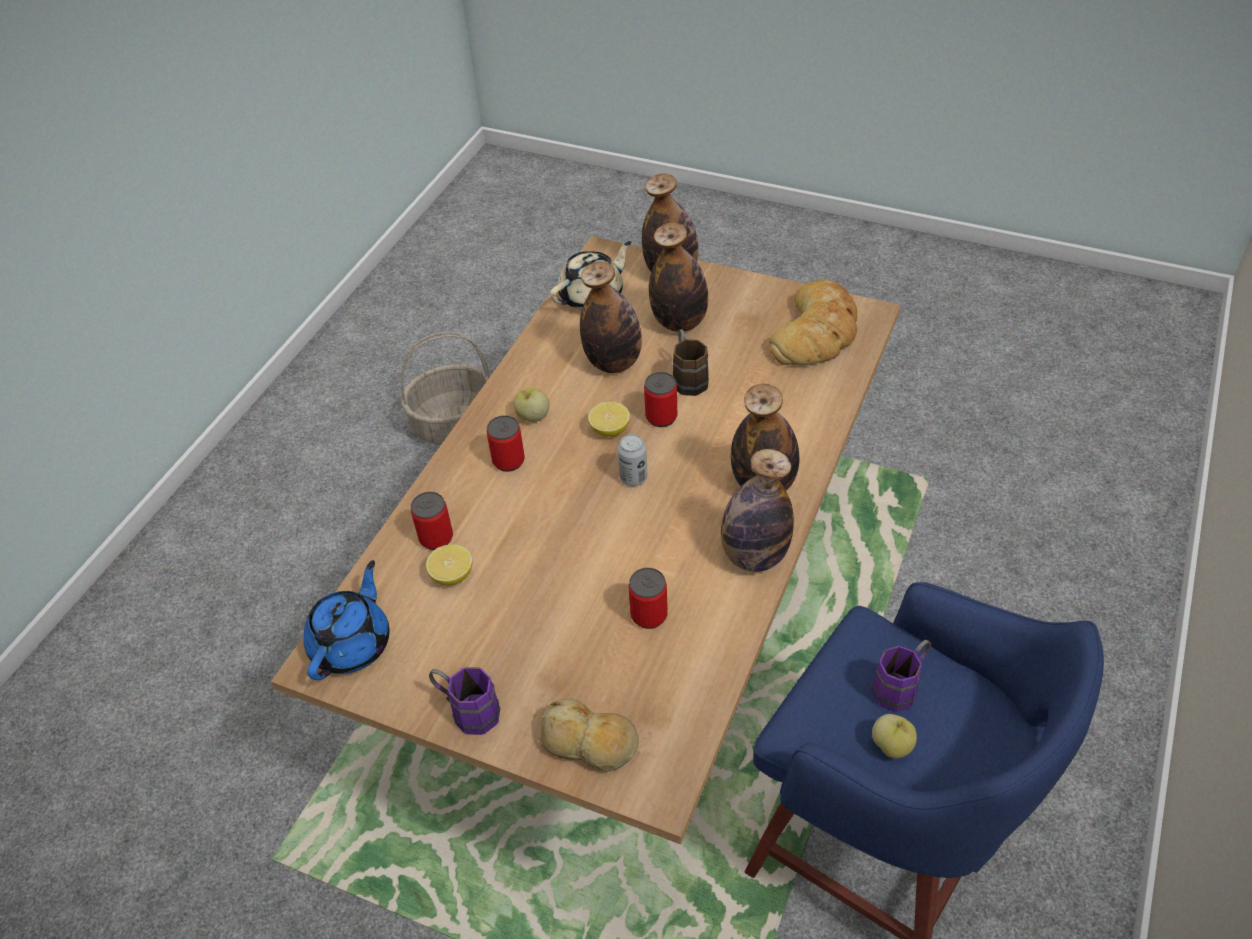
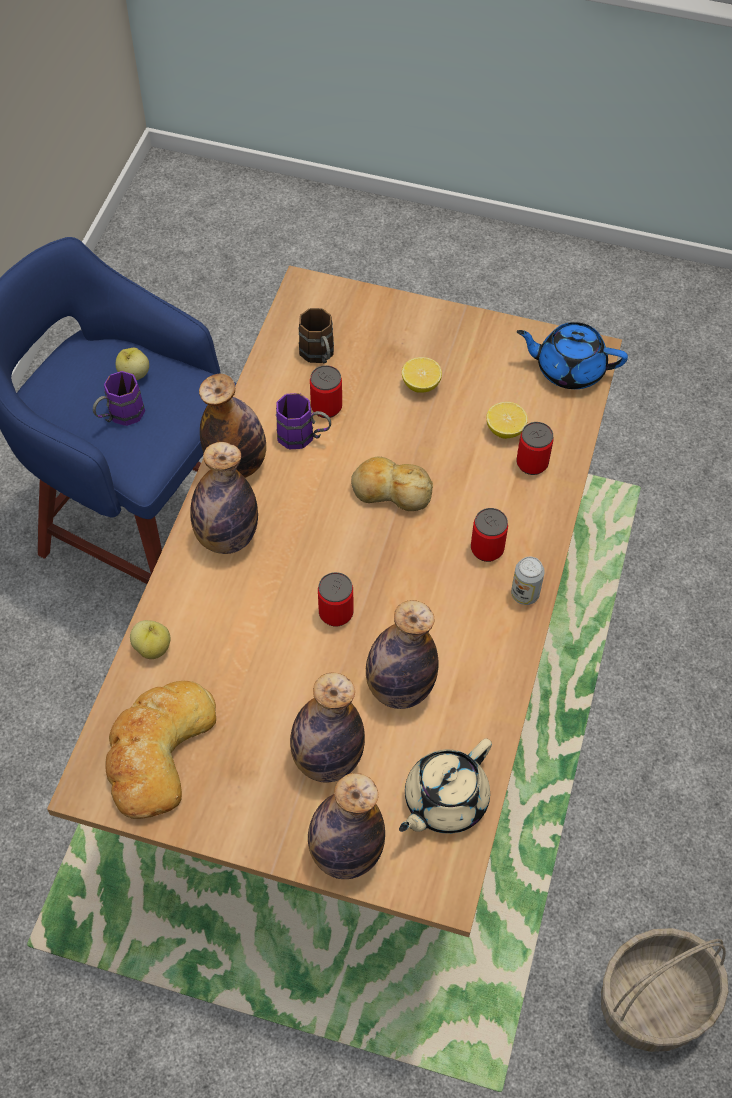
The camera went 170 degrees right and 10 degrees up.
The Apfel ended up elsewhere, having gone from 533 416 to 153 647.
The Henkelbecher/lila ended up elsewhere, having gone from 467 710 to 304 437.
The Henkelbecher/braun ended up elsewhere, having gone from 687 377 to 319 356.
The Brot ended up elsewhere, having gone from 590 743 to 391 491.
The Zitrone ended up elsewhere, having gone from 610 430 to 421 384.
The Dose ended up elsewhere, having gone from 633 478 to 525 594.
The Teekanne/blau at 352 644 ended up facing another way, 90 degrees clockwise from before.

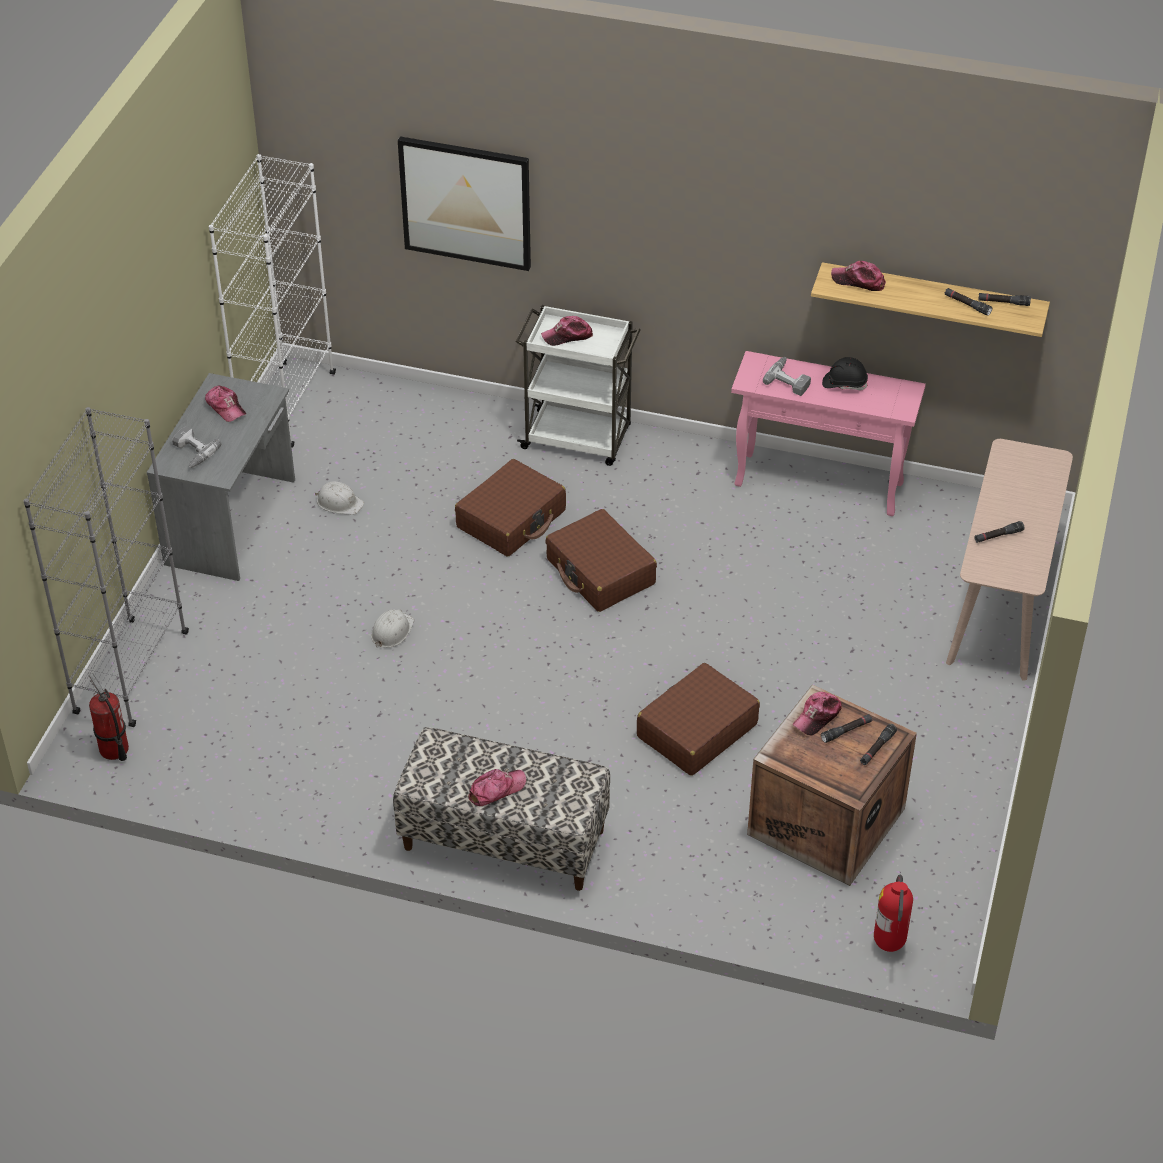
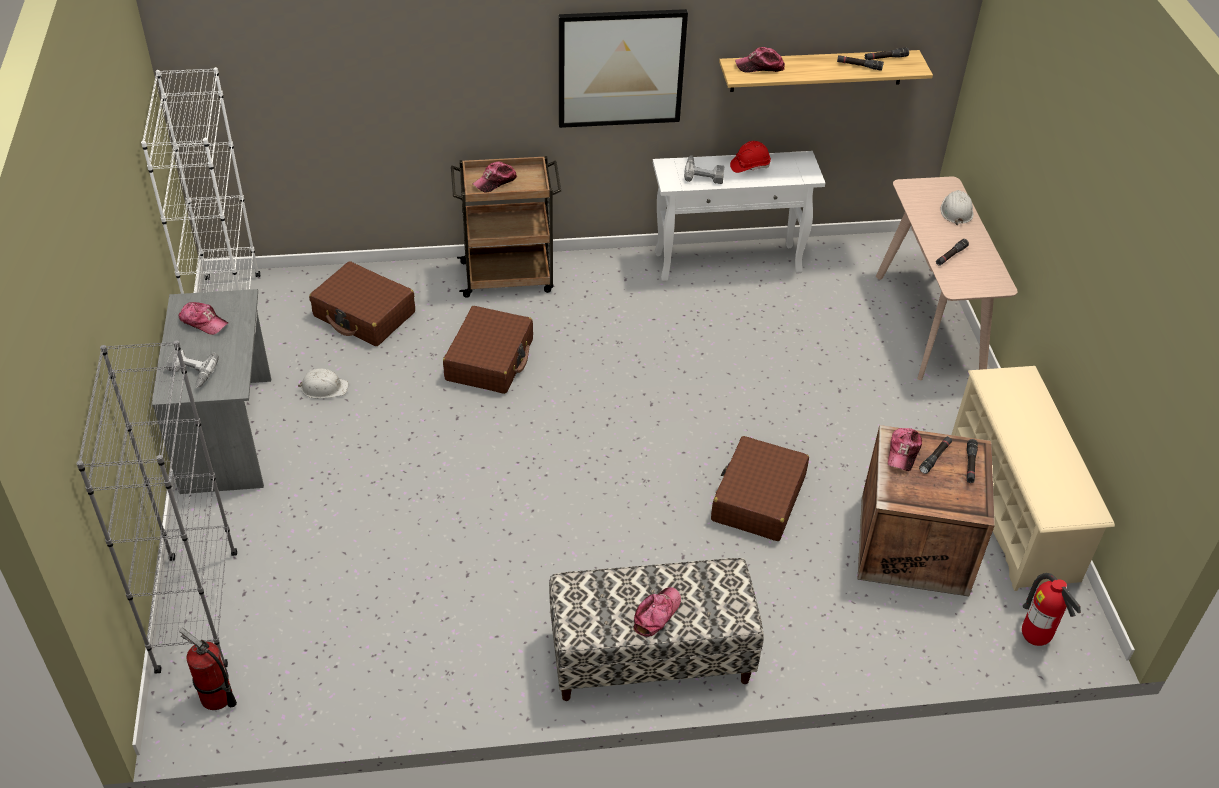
The camera went 25 degrees left and 0 degrees up.
The Koffer/braun ended up elsewhere, having gone from 600 572 to 364 315.
What was the Rollwagen/weiß at 578 438 turned into the Rollwagen/braun at 509 277.
The Bild ended up elsewhere, having gone from 466 202 to 620 68.
What was the Konsolentisch/rosa at 820 484 turned into the Konsolentisch/weiß at 728 263.
What was the Schutzhelm/schwarz at 844 384 turned into the Schutzhelm/rot at 749 166.
The Schutzhelm/weiß ended up elsewhere, having gone from 392 631 to 956 211.
The second view gained the Schuhregal/beige at 1014 508.

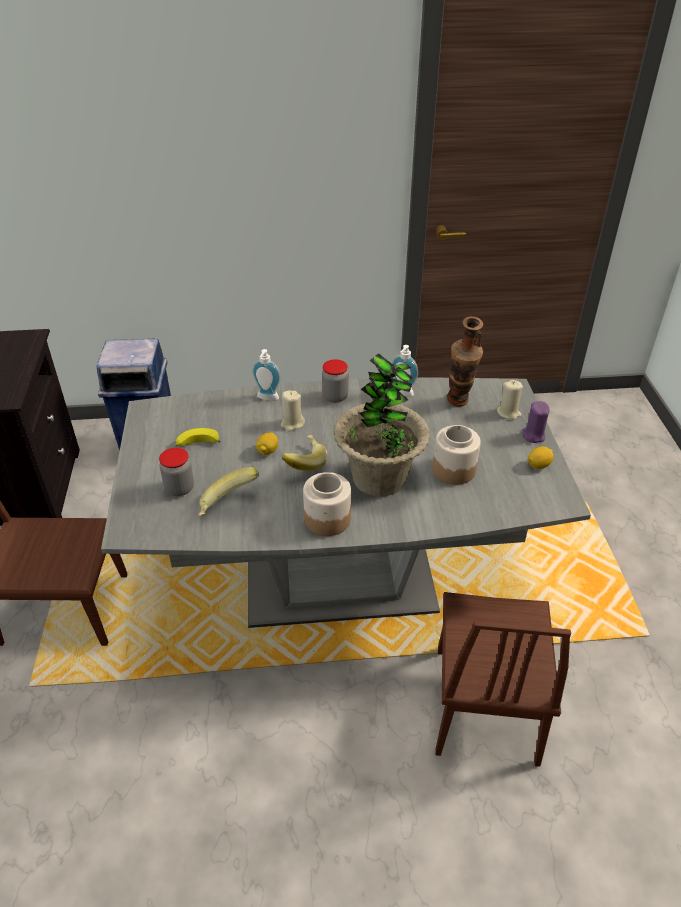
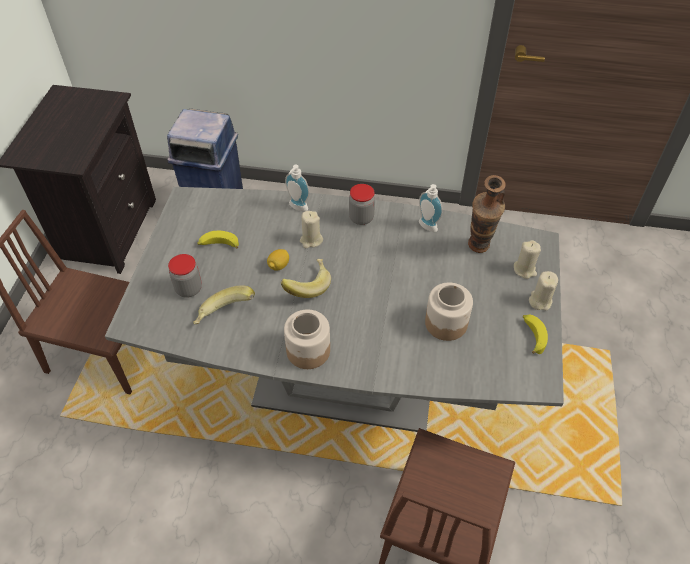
The camera went 15 degrees right and 10 degrees up.
Where the Zitrone stood at 538 465, the Banane came to stand at 532 336.
What was the Kerze/lila at 533 435 turned into the Kerze/beige at 540 301.
The second view lost the Topfpflanze at 379 478.

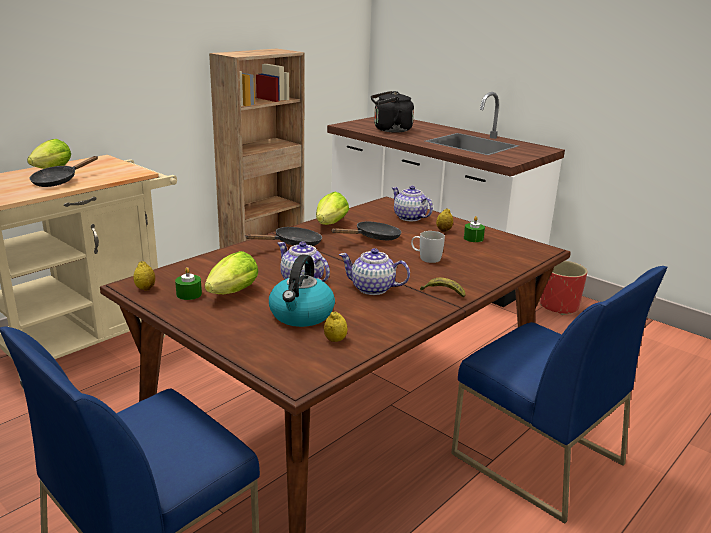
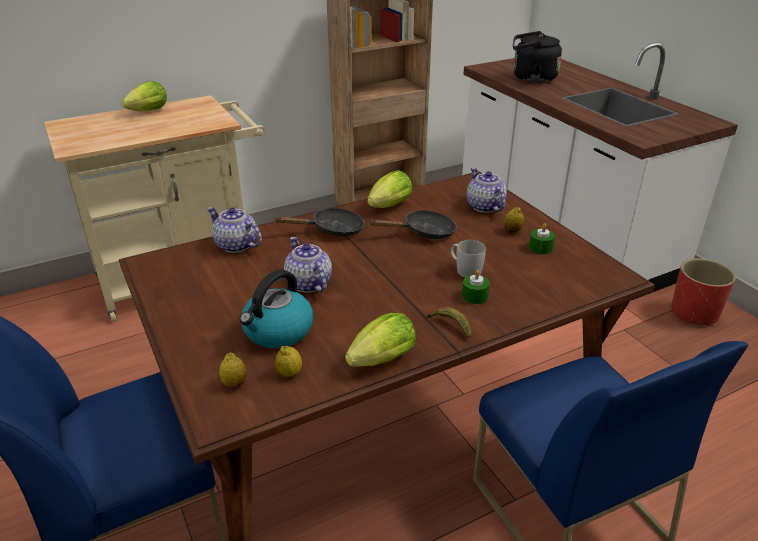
The camera went 20 degrees right and 10 degrees up.
The Teekanne ended up elsewhere, having gone from 373 289 to 236 245.
The Zitrone ended up elsewhere, having gone from 145 288 to 234 383.
The Salatkopf ended up elsewhere, having gone from 230 294 to 379 362.
The Kerze/grün ended up elsewhere, having gone from 189 294 to 474 296.
The second view lost the Pfanne/schwarz at 58 181.

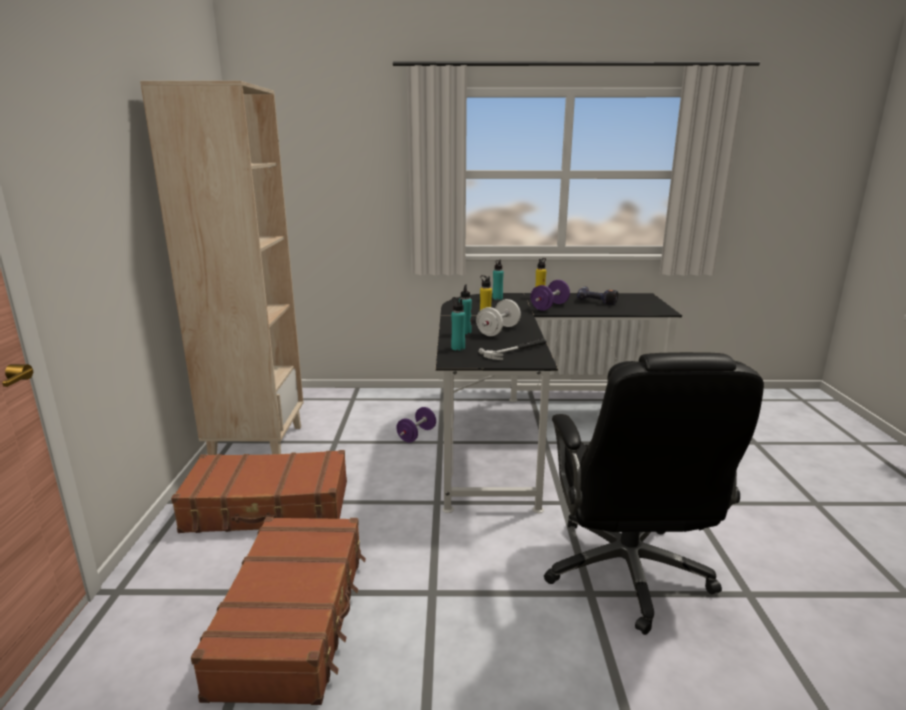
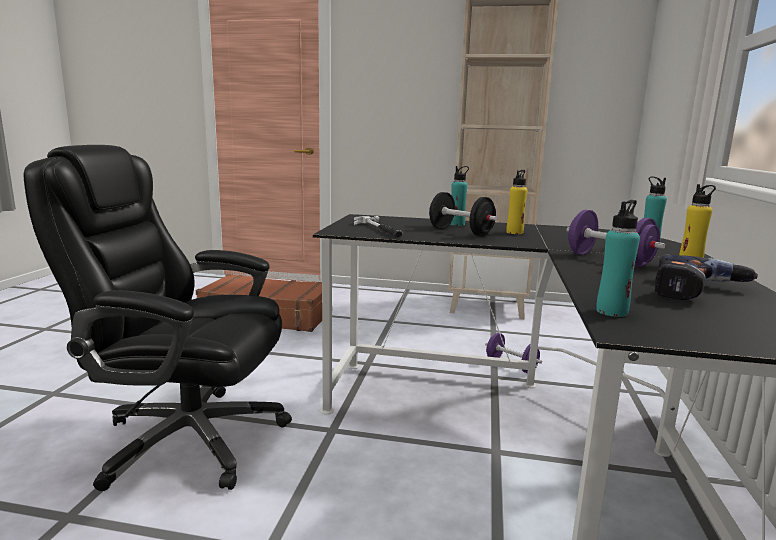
The camera went 100 degrees right and 5 degrees down.
What was the Hantel/weiß at 498 331 turned into the Hantel/schwarz at 460 232.
The Flasche/türkis ended up elsewhere, having gone from 458 348 to 612 311.
The second view lost the Koffer/braun at 268 507.

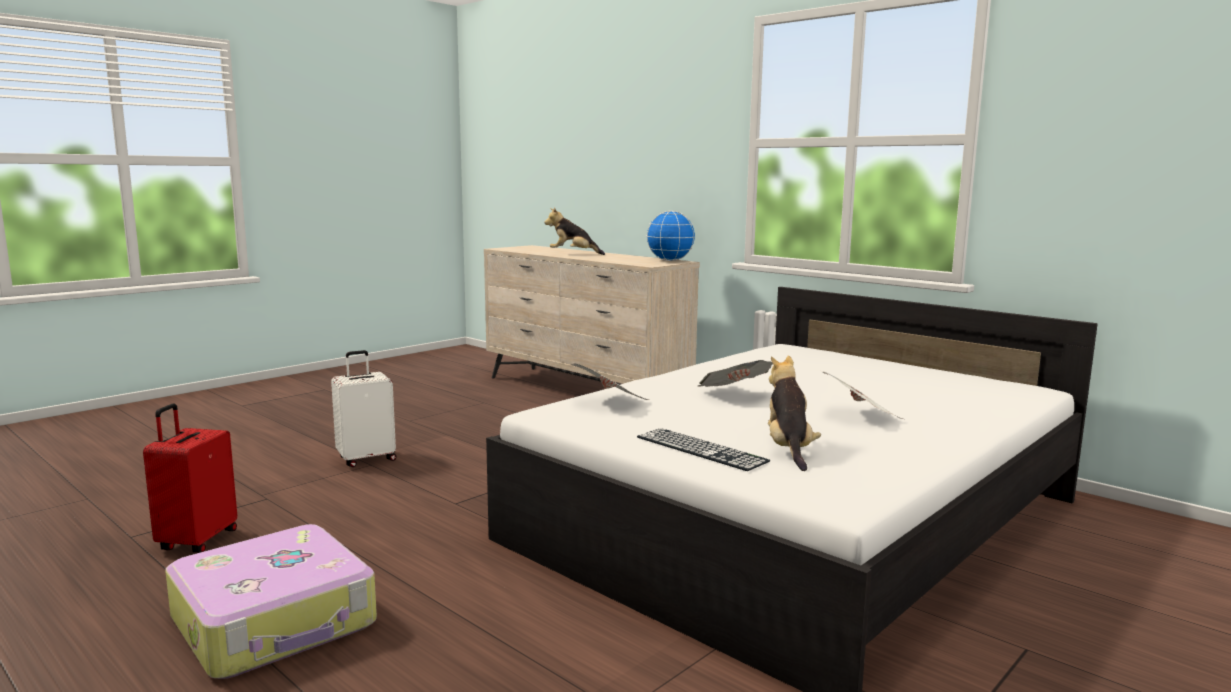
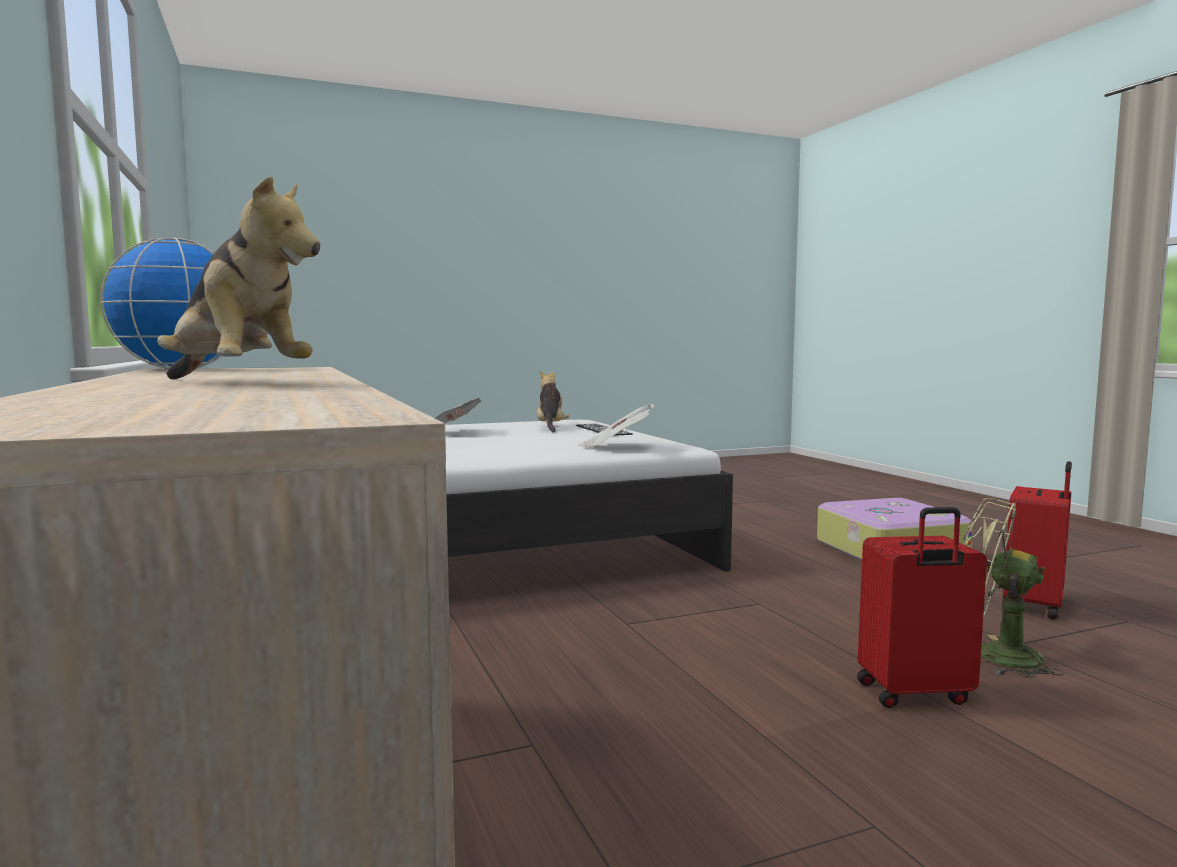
The camera went 155 degrees left and 5 degrees down.
The Plüschtier at 788 449 ended up facing another way, 150 degrees clockwise from before.
What was the Koffer/weiß at 366 459 turned into the Koffer/rot at 914 694.
The second view gained the Ventilator/grün at 993 655.
The second view lost the Zeitung at 733 394.

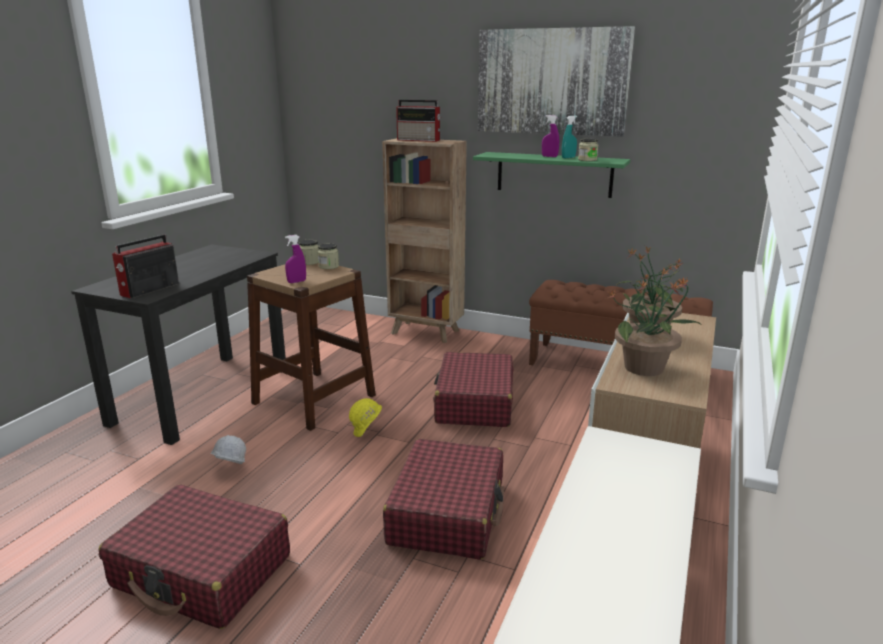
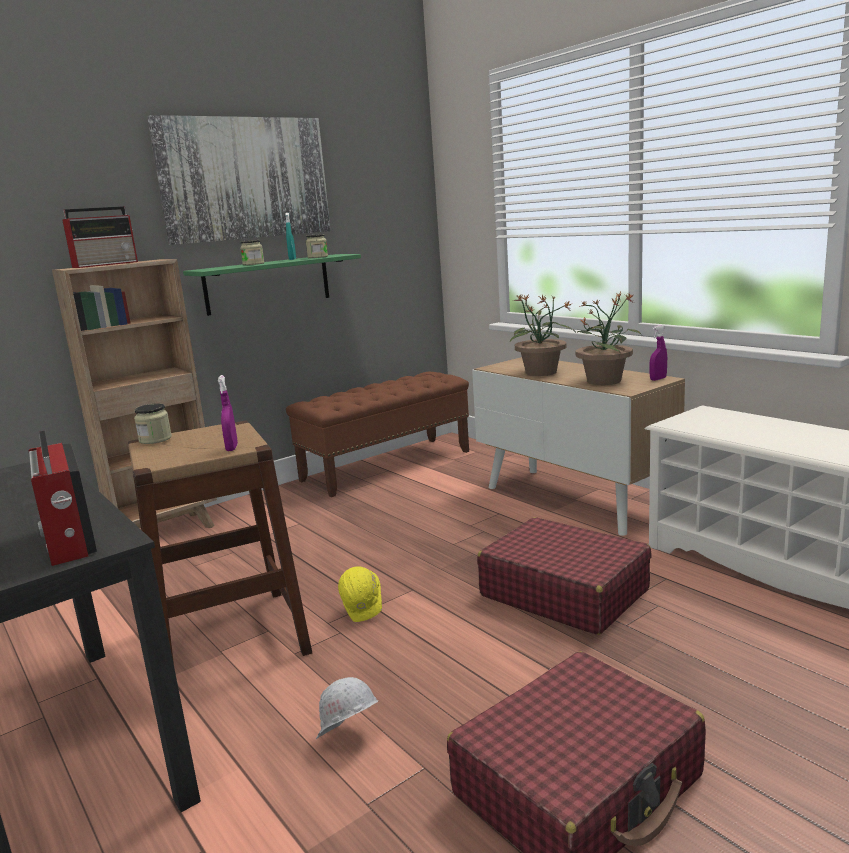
The camera went 60 degrees left and 5 degrees down.
The Vorratsglas ended up elsewhere, having gone from 328 266 to 253 264.
The Sprühflasche/lila ended up elsewhere, having gone from 549 156 to 658 379.
The second view lost the Koffer/rot at 474 403.

